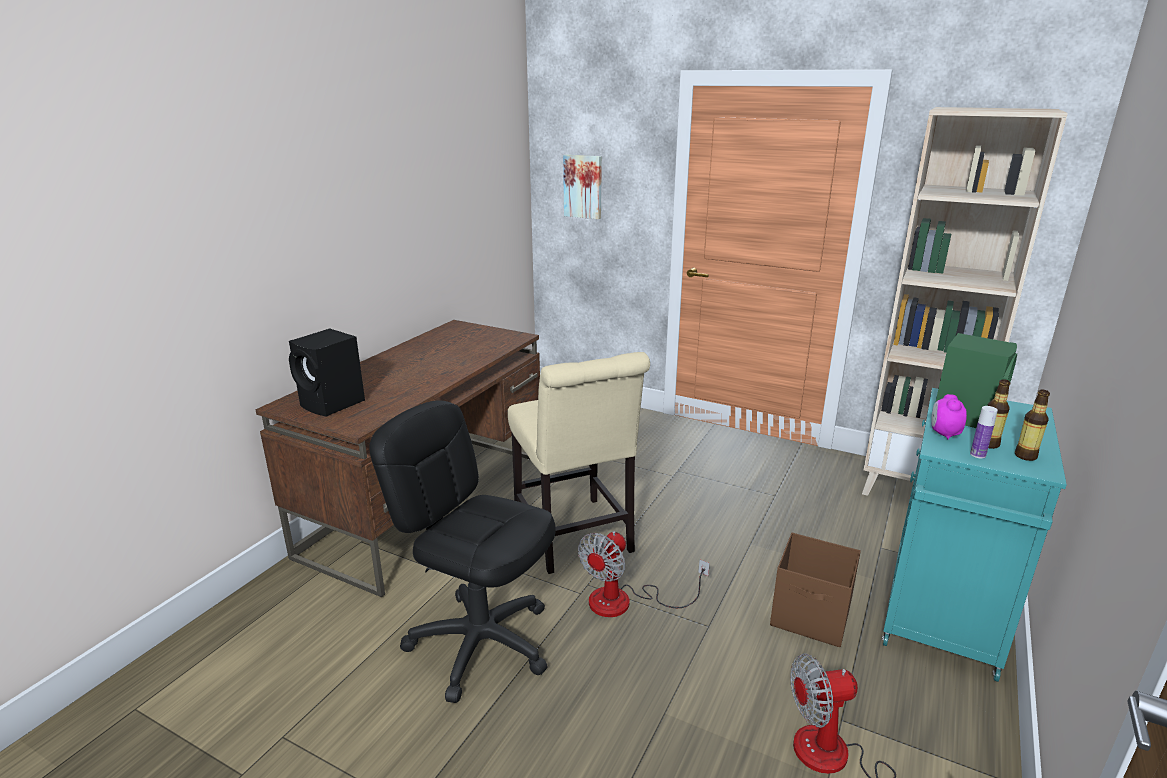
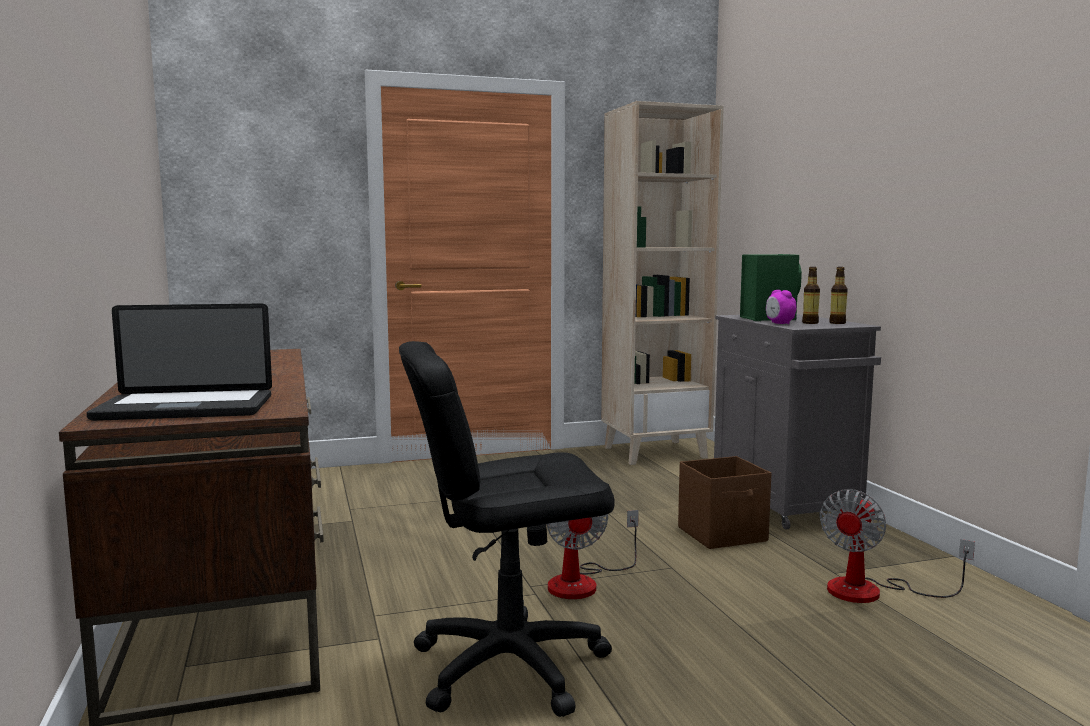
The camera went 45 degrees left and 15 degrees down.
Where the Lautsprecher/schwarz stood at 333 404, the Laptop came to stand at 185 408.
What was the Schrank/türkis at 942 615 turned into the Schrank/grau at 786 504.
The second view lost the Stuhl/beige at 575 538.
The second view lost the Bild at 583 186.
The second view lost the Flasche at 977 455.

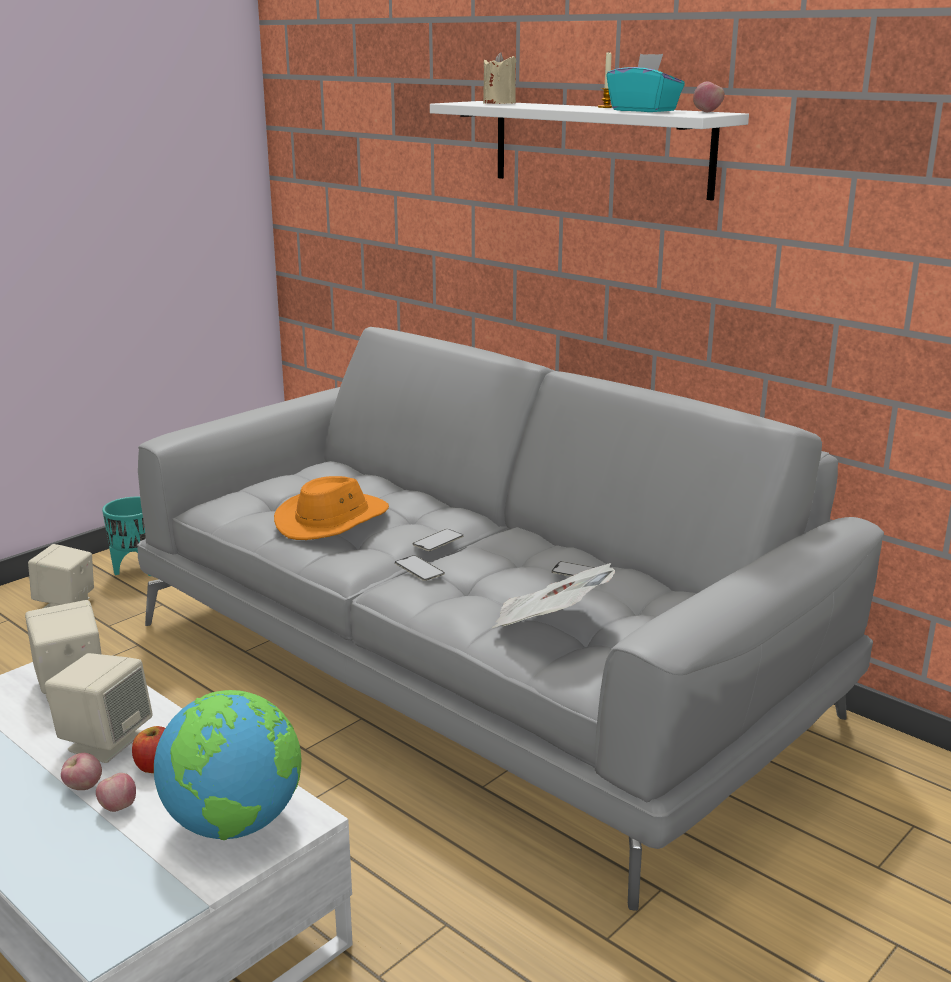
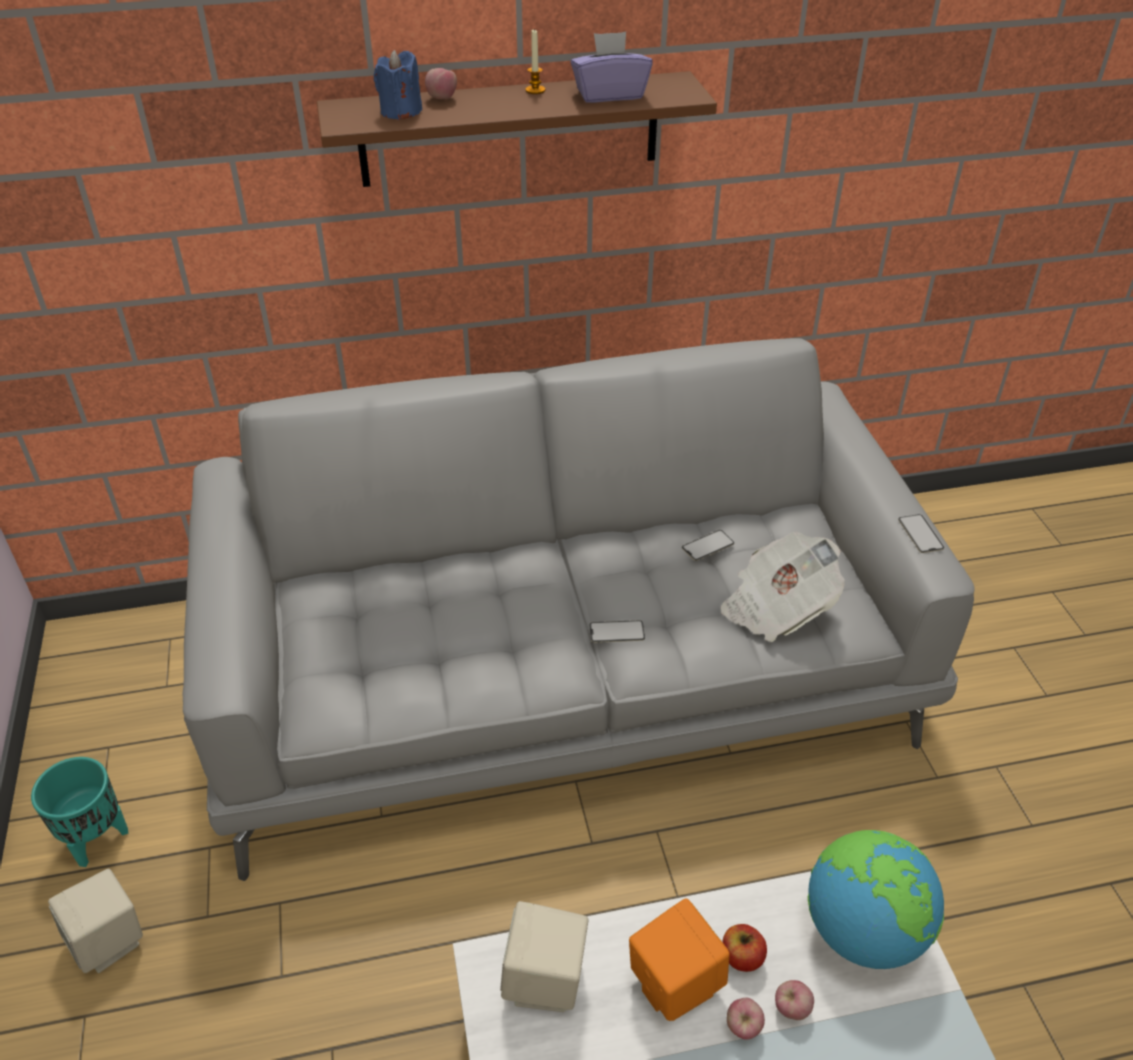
The camera went 55 degrees left and 20 degrees up.
What was the Wandregal/weiß at 600 147 turned into the Wandregal/braun at 510 129.
What was the Kerze/beige at 499 104 turned into the Kerze/blau at 400 112.
The Apfel ended up elsewhere, having gone from 707 112 to 442 98.
What was the Taschentuchbox/türkis at 644 110 turned into the Taschentuchbox/lila at 609 95.
What was the Lautsprecher/beige at 105 741 turned into the Lautsprecher/orange at 674 984.
The Handy ended up elsewhere, having gone from 438 540 to 920 534.
The second view lost the Hut/orange at 333 520.

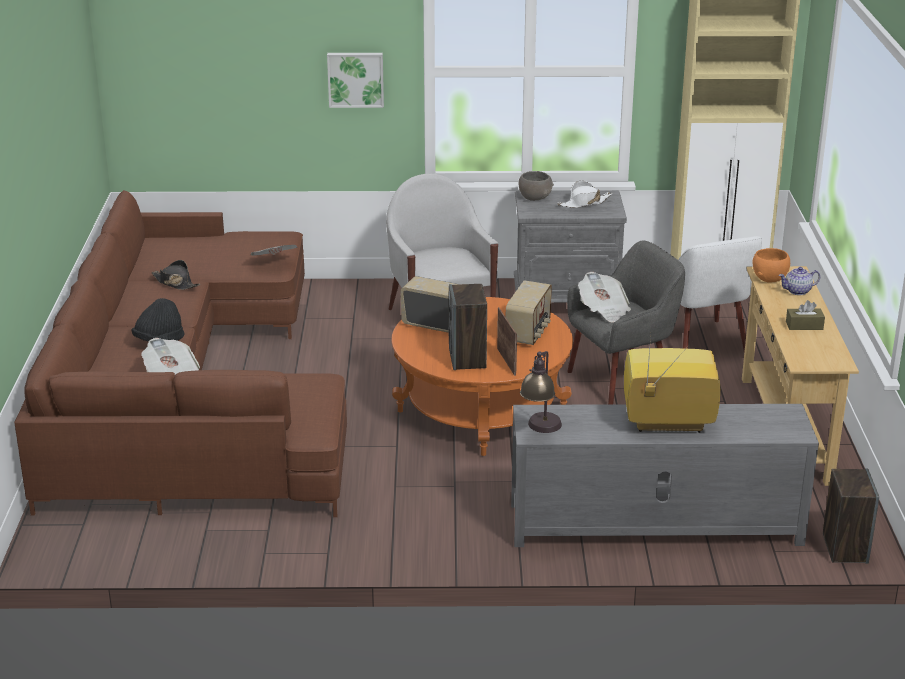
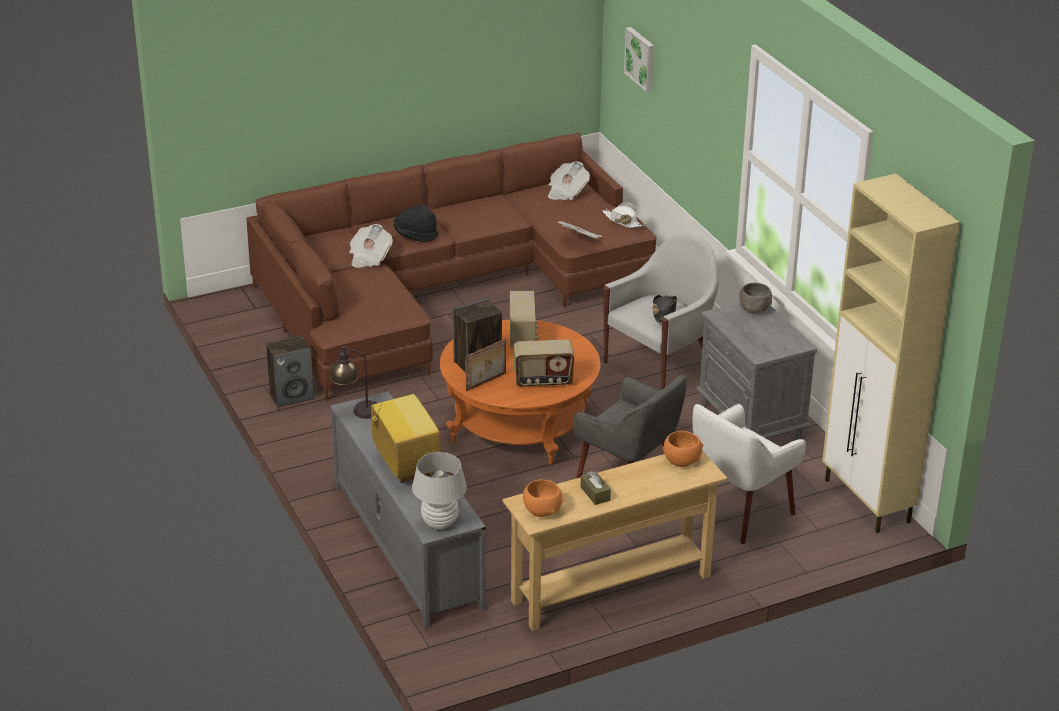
The camera went 65 degrees right and 5 degrees up.
The Lautsprecher ended up elsewhere, having gone from 844 548 to 292 396.
The second view gained the Tischlampe/weiß at 440 523.
The second view gained the Schüssel/orange at 542 510.
The Zeitung ended up elsewhere, having gone from 603 310 to 566 192.
The Hut/weiß ended up elsewhere, having gone from 584 203 to 623 221.
The Bild ended up elsewhere, having gone from 355 79 to 641 58.
The Hut/schwarz ended up elsewhere, having gone from 175 283 to 664 313.
The second view lost the Teekanne at 798 291.

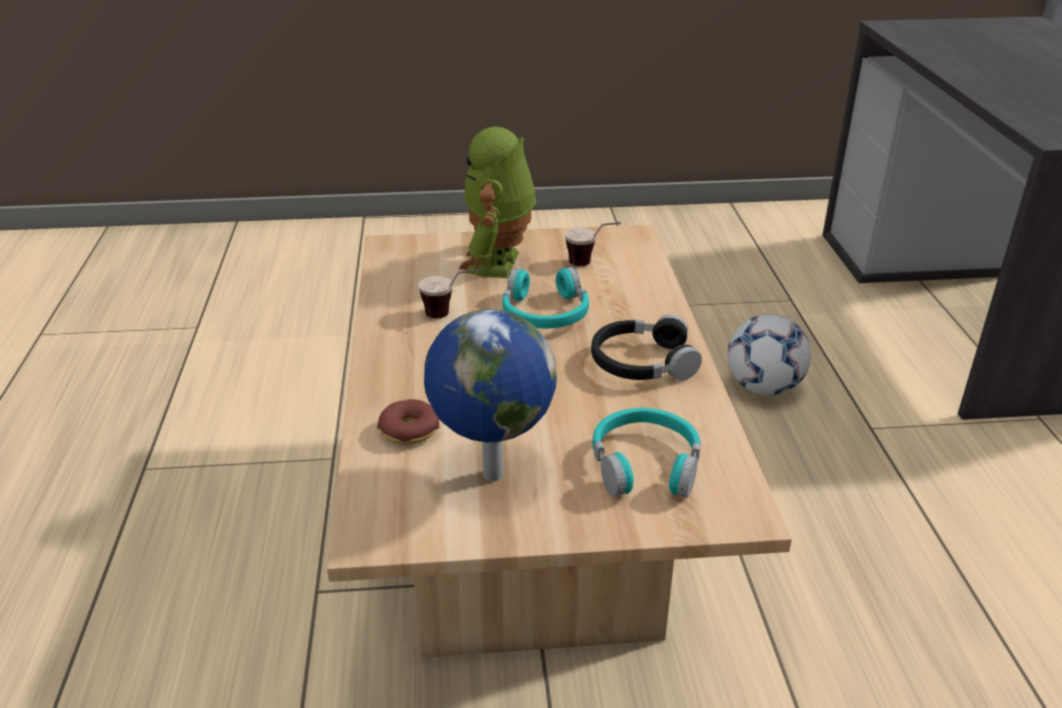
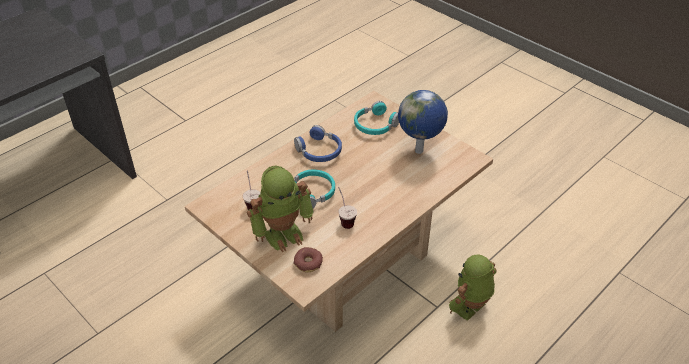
The camera went 130 degrees left and 10 degrees up.
The Donut ended up elsewhere, having gone from 409 430 to 308 263.
What was the Kopfhörer/schwarz at 642 363 turned into the Kopfhörer/blau at 319 151.
The second view gained the Spielzeugroboter at 470 308.
The second view lost the Fußball at 763 388.

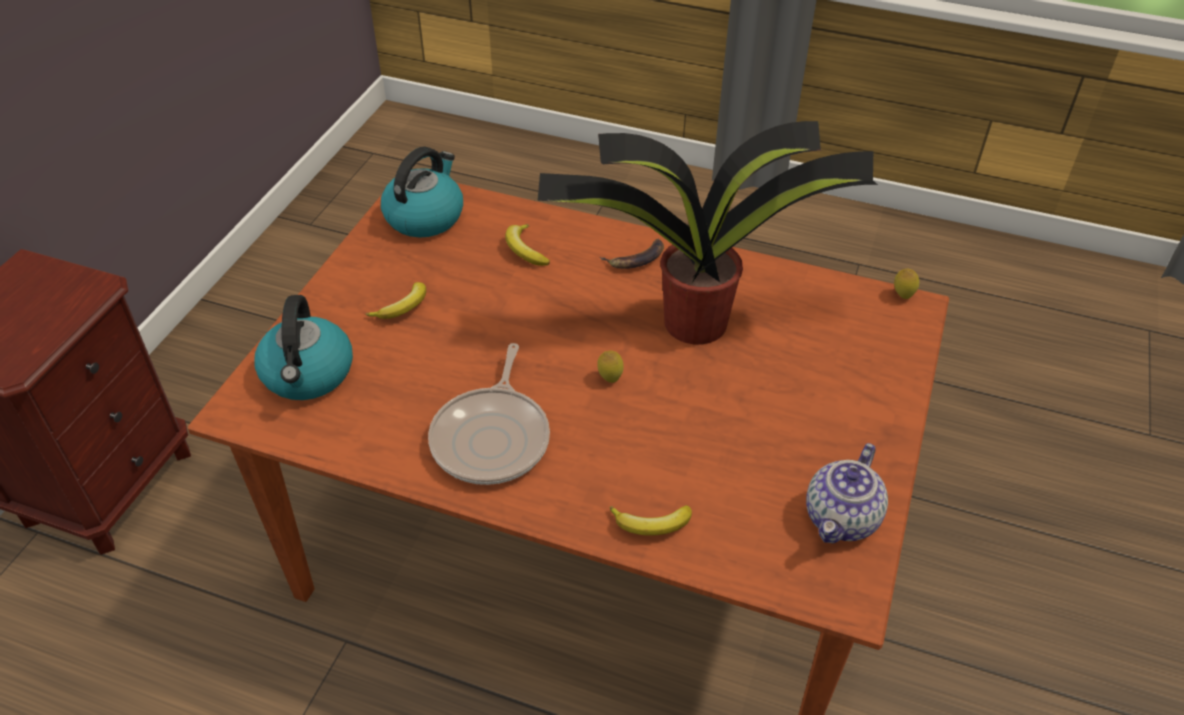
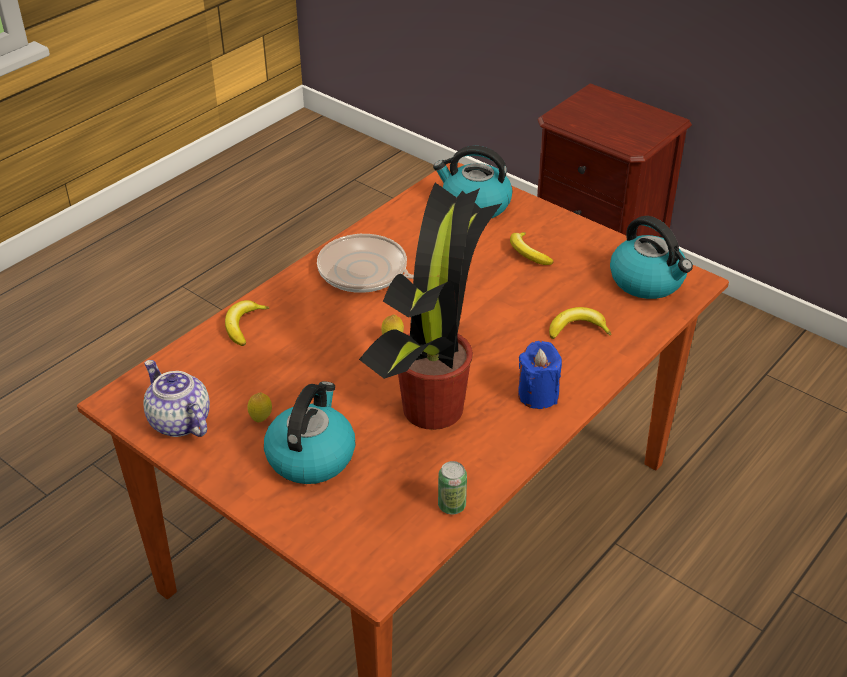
The camera went 110 degrees right and 5 degrees down.
The Zitrone ended up elsewhere, having gone from 902 296 to 261 419.
The second view gained the Wasserkessel at 311 456.
The second view gained the Dose at 451 505.
Where the Banane stood at 636 258, the Kerze/blau came to stand at 538 395.

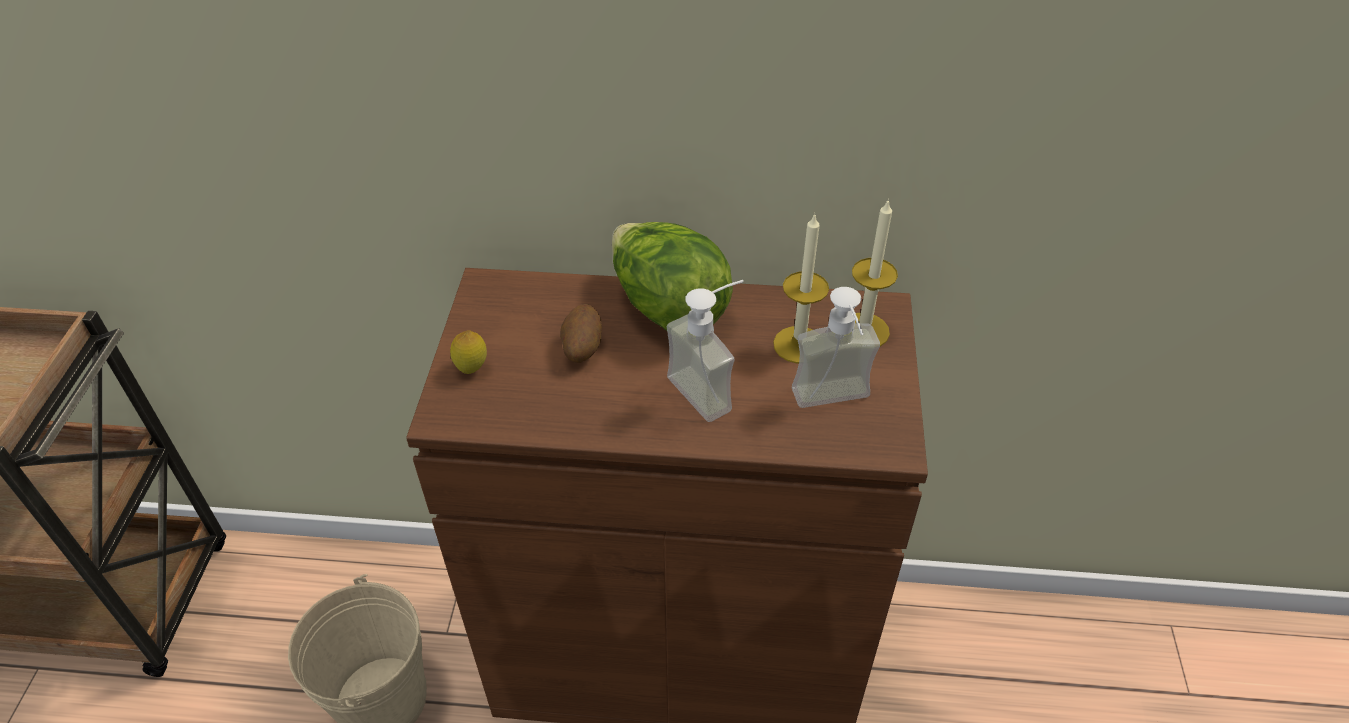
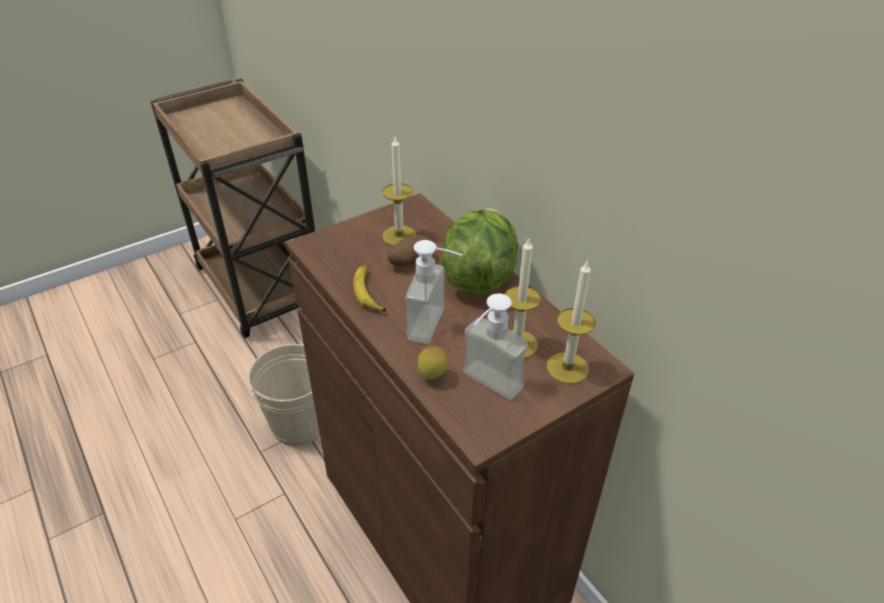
The camera went 50 degrees right and 5 degrees down.
The second view gained the Banane at 369 293.
The second view gained the Kerze at 399 236.
The Zitrone ended up elsewhere, having gone from 472 369 to 432 377.

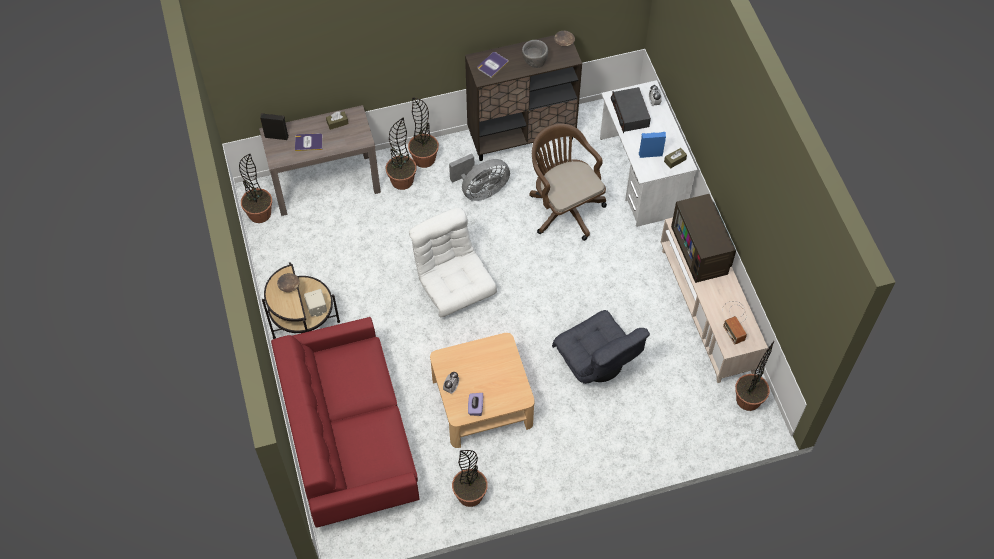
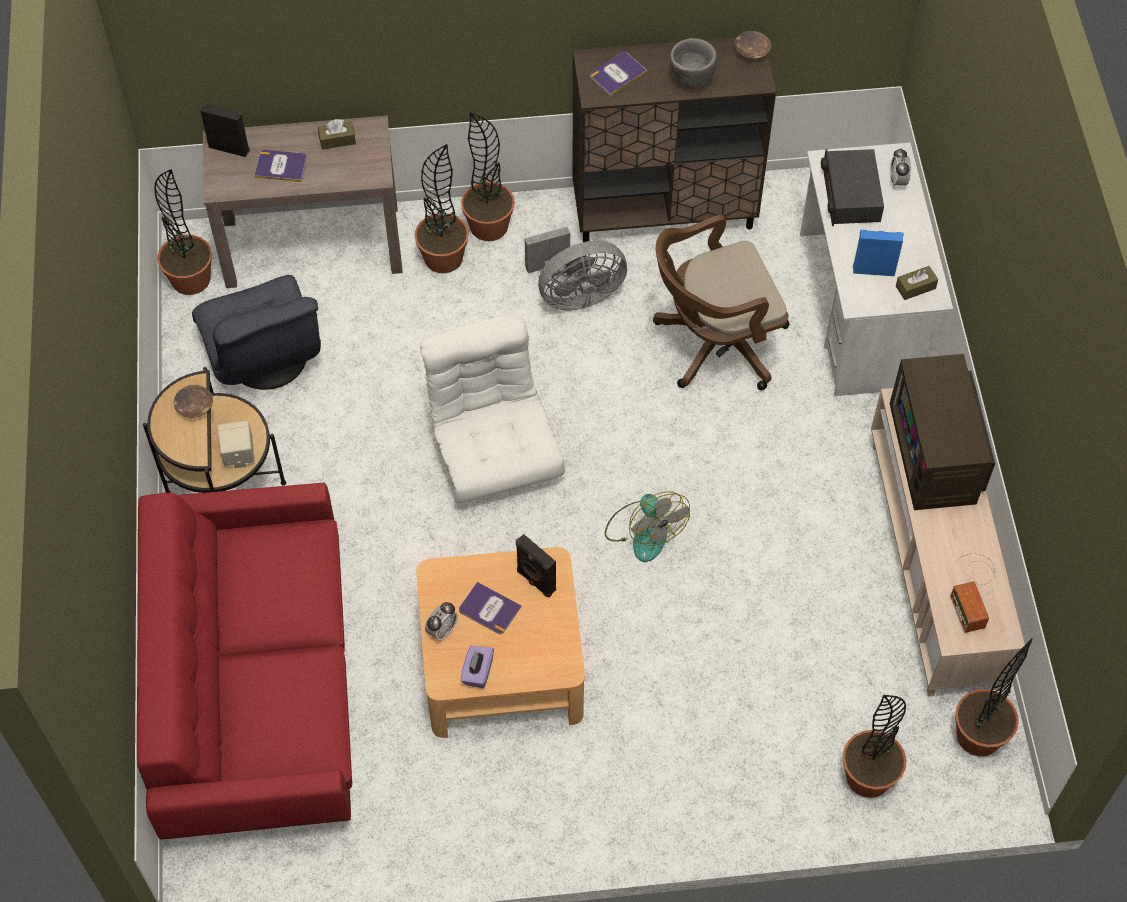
The camera went 10 degrees right and 0 degrees up.
The Sessel/grau ended up elsewhere, having gone from 597 362 to 265 358.
The second view gained the Buch at 489 609.
The second view gained the Lautsprecher/schwarz at 535 581.
The second view gained the Ventilator at 644 531.
The Bürostuhl/braun at 564 207 ended up facing another way, 90 degrees counterclockwise from before.
The Topfpflanze ended up elsewhere, having gone from 470 495 to 868 776.

